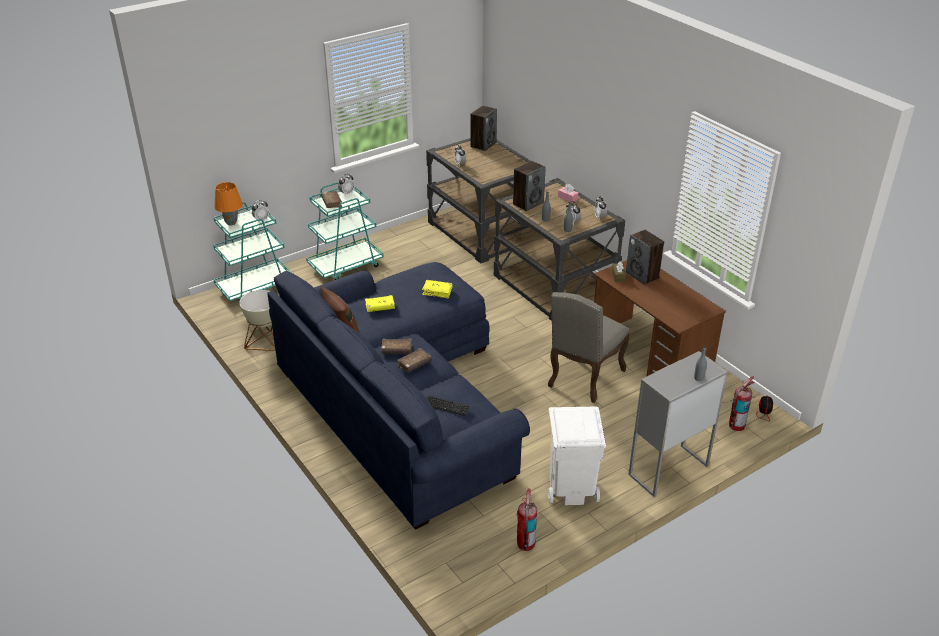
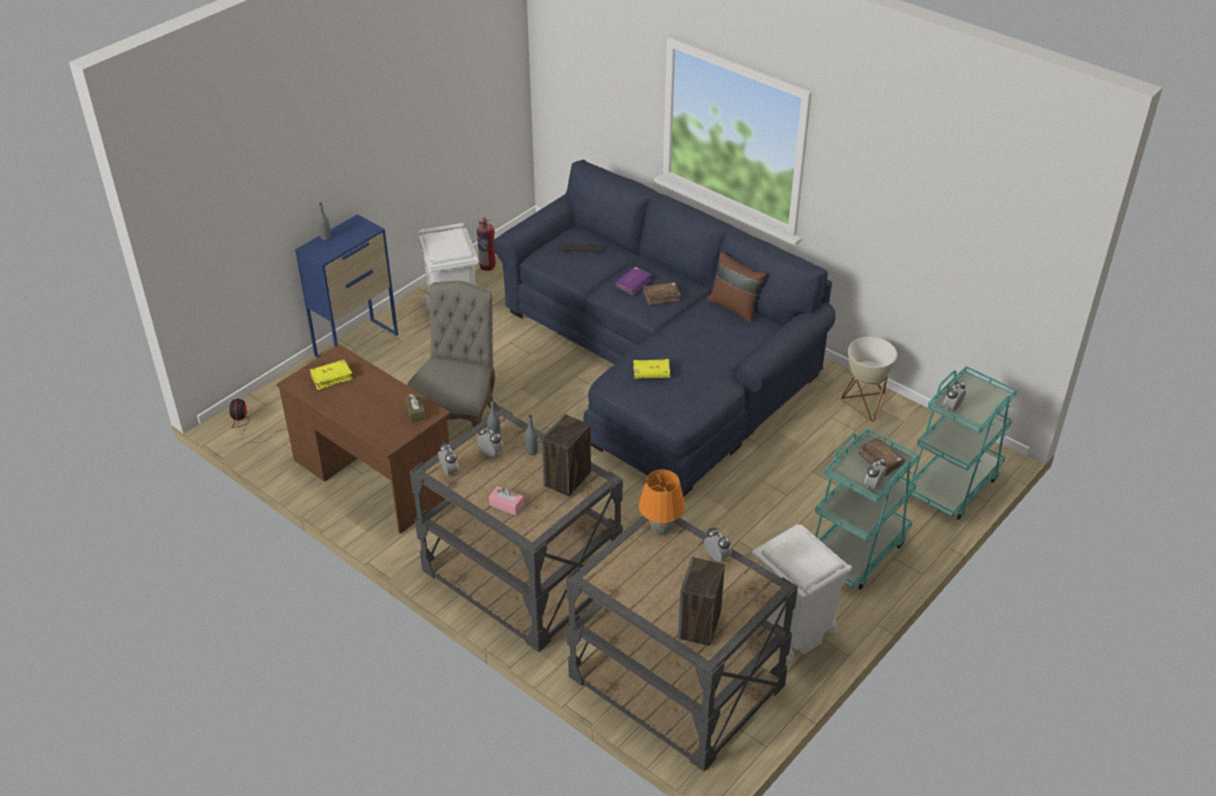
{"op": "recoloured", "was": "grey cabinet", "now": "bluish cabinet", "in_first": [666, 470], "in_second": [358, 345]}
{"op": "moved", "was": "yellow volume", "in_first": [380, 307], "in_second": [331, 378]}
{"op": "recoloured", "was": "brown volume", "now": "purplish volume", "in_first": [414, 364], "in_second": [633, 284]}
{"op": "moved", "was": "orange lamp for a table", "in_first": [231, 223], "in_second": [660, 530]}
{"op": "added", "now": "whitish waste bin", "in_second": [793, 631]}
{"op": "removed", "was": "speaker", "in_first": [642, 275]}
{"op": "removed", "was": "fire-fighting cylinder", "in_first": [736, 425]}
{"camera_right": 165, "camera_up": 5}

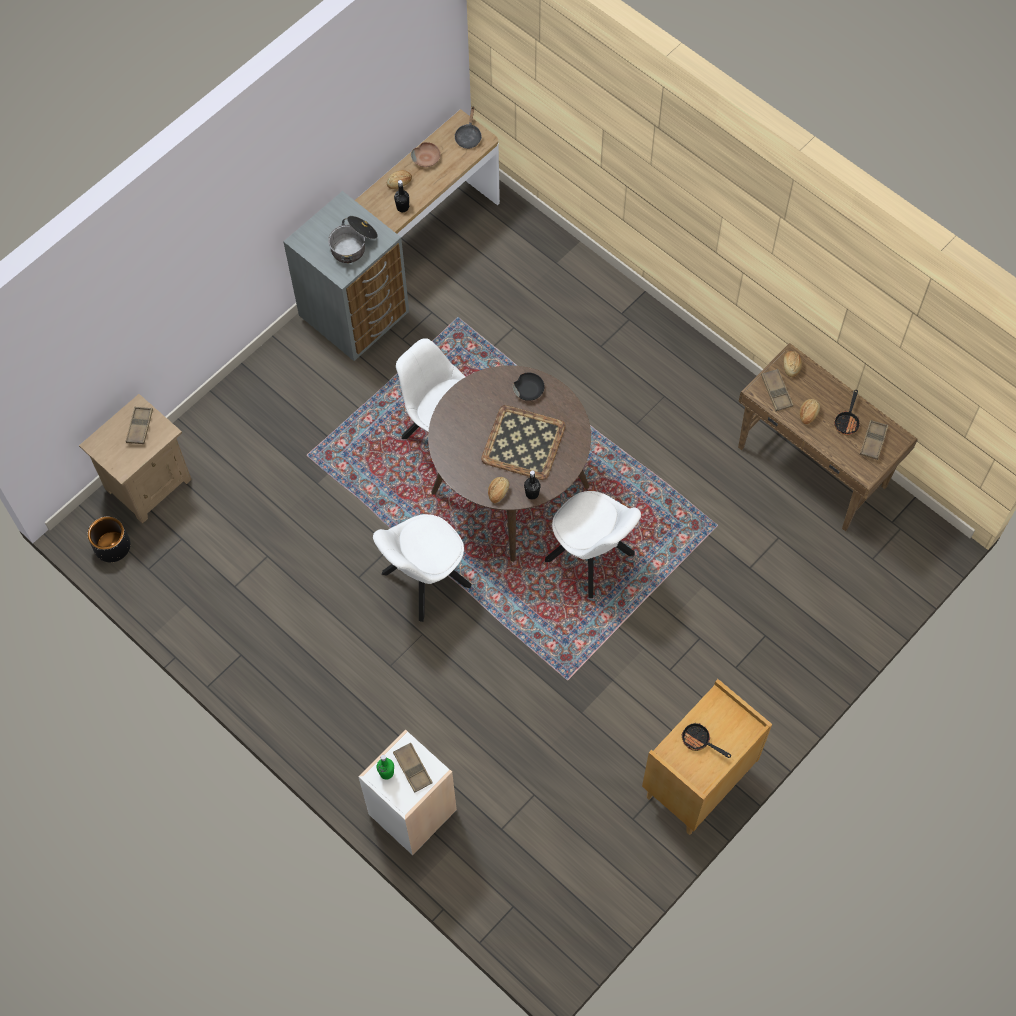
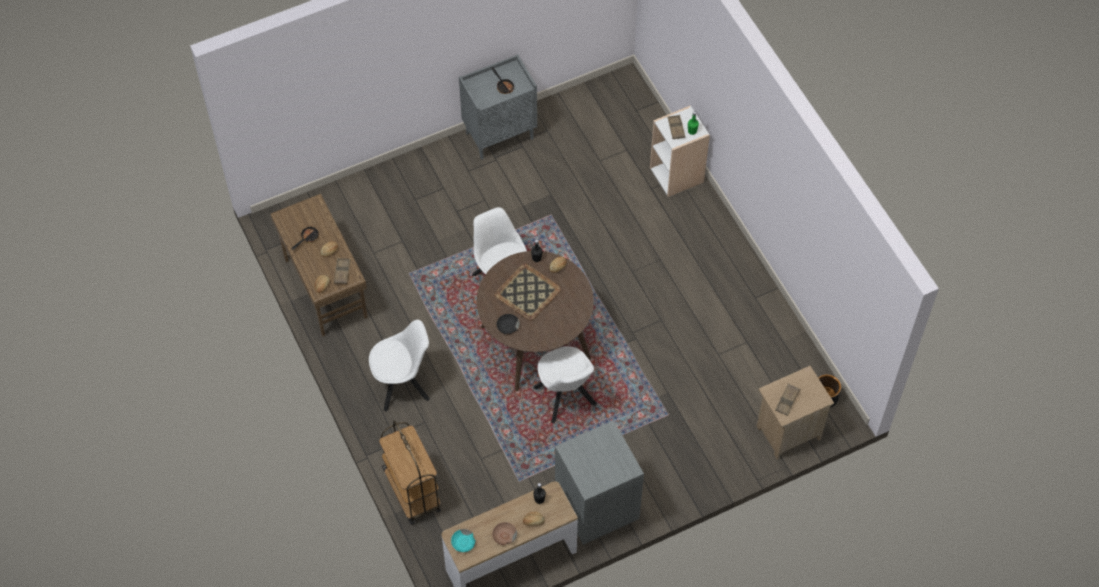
{"op": "moved", "was": "whitish plain chair", "in_first": [424, 581], "in_second": [403, 384]}
{"op": "added", "now": "brown cart", "in_second": [412, 492]}
{"op": "replaced", "was": "black skillet", "now": "turquoise-coloured serving bowl", "in_first": [468, 136], "in_second": [463, 543]}
{"op": "recoloured", "was": "brown cabinet", "now": "grey cabinet", "in_first": [697, 784], "in_second": [500, 135]}
{"op": "removed", "was": "saucepot", "in_first": [353, 245]}
{"op": "removed", "was": "brown serving tray", "in_first": [873, 441]}
{"camera_right": -160, "camera_up": -5}

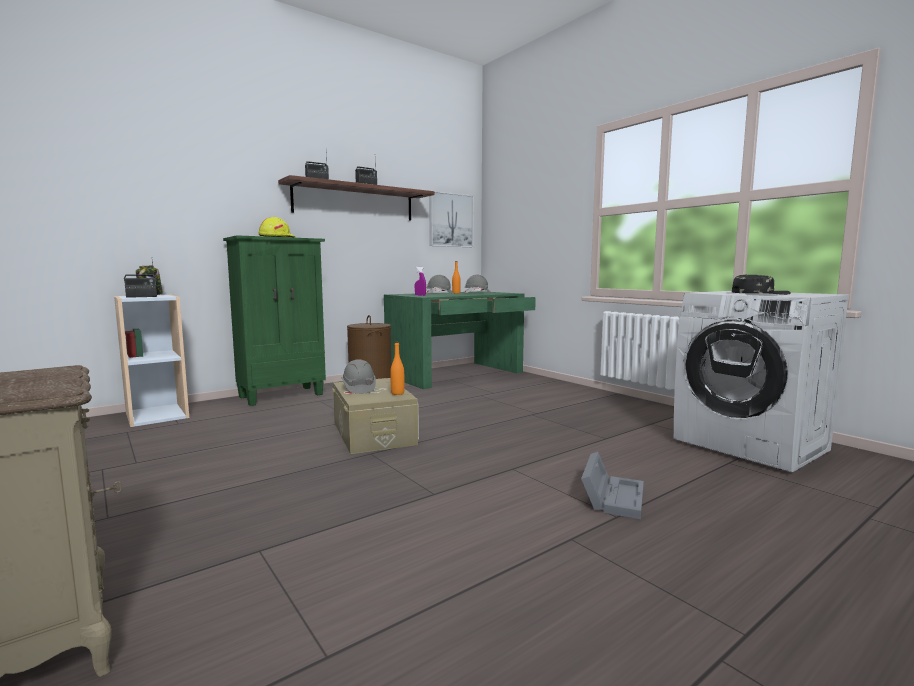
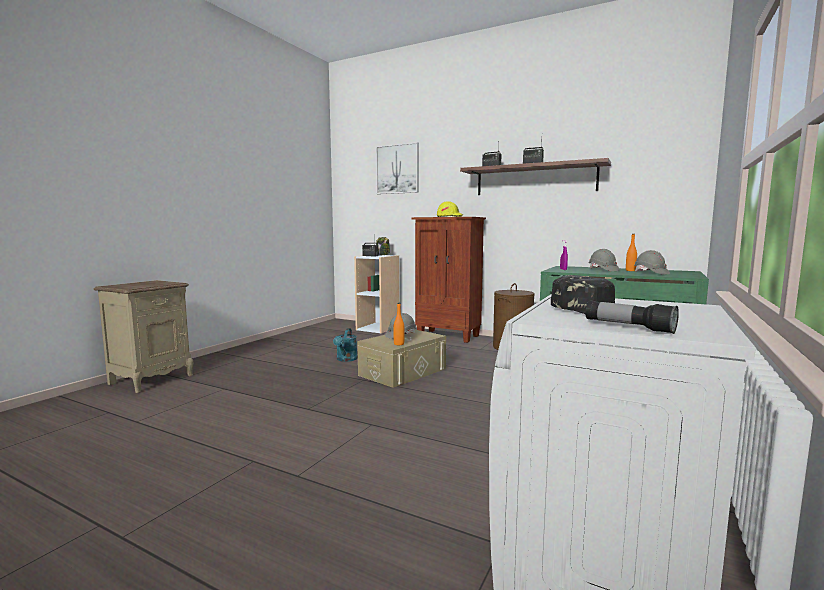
{"op": "added", "now": "turquoise-coloured watering can", "in_second": [346, 359]}
{"op": "moved", "was": "wall picture", "in_first": [450, 220], "in_second": [397, 169]}
{"op": "recoloured", "was": "green-coloured cabinet", "now": "brown cabinet", "in_first": [282, 396], "in_second": [448, 336]}
{"op": "added", "now": "torch", "in_second": [628, 327]}
{"op": "removed", "was": "grey storage box", "in_first": [612, 497]}
{"camera_right": 65, "camera_up": 0}

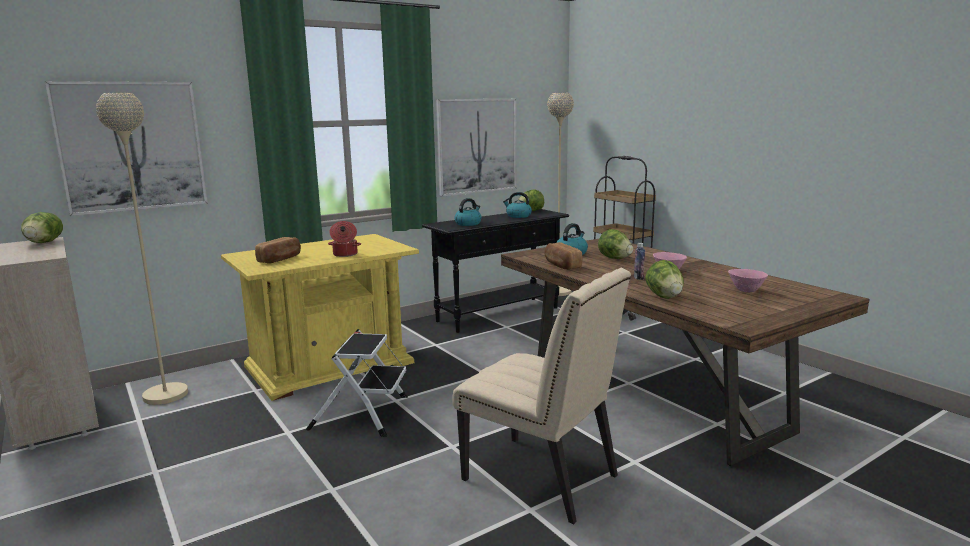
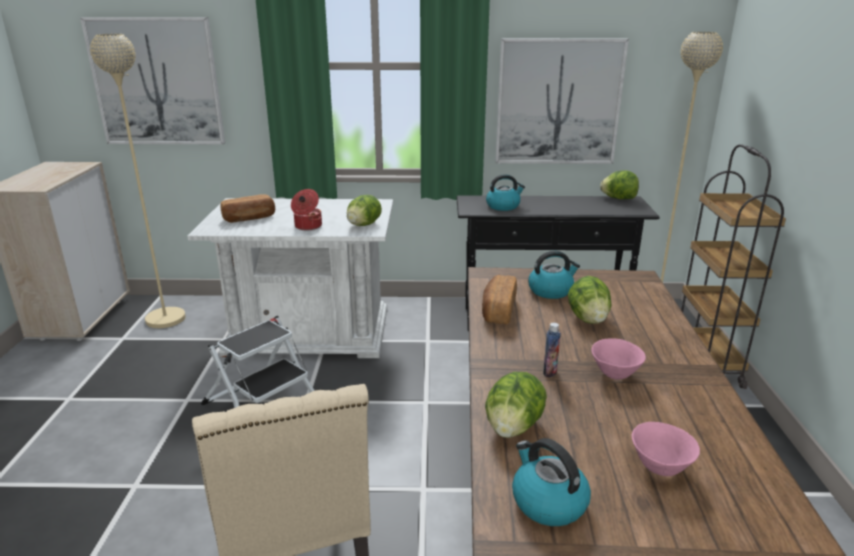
{"op": "recoloured", "was": "yellow cabinet", "now": "whitish cabinet", "in_first": [330, 365], "in_second": [309, 331]}
{"op": "moved", "was": "head of lettuce", "in_first": [44, 243], "in_second": [363, 225]}
{"op": "moved", "was": "water kettle", "in_first": [518, 216], "in_second": [547, 502]}
{"camera_right": 35, "camera_up": 10}

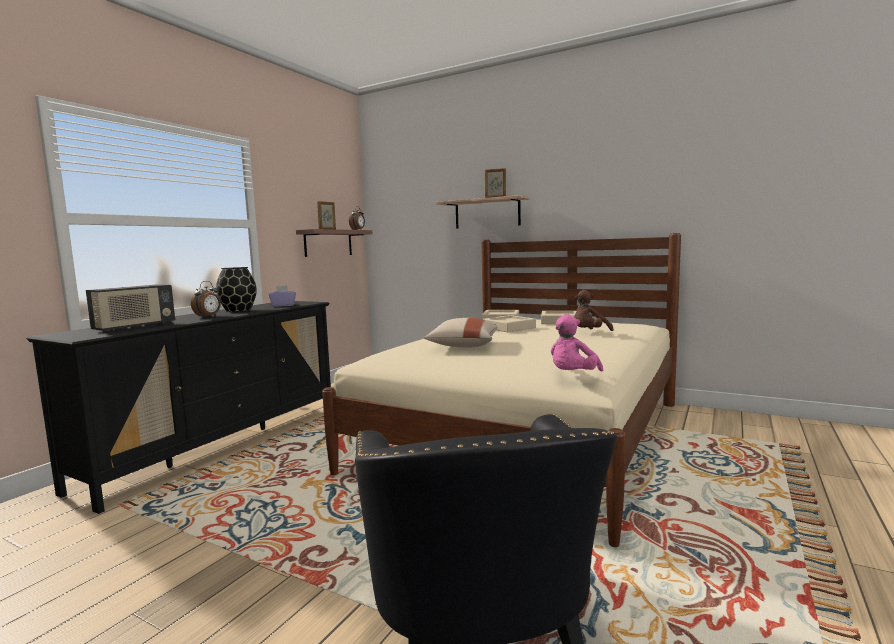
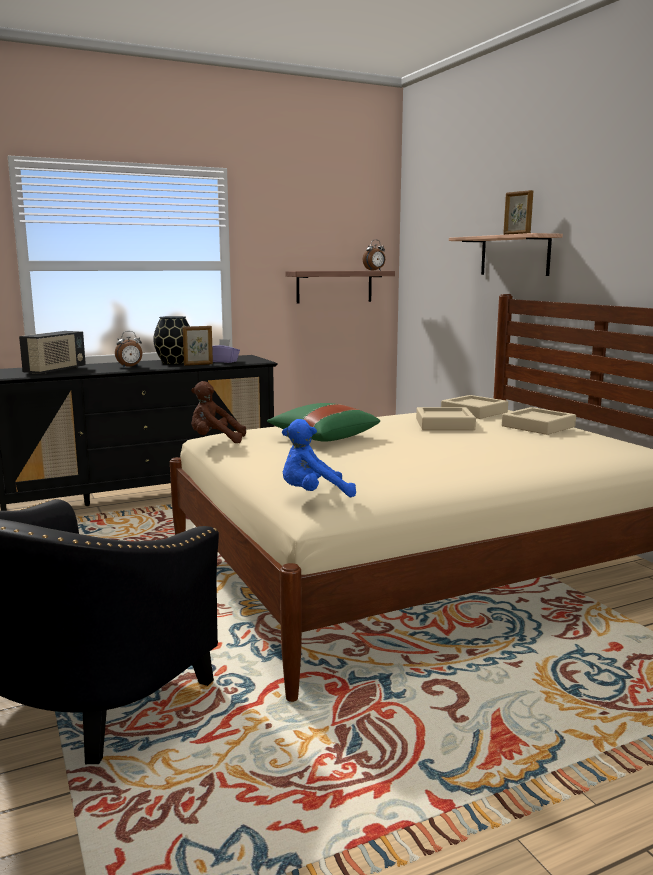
{"op": "turned", "was": "radio", "in_first": [135, 327], "in_second": [55, 370], "clockwise": -45}
{"op": "moved", "was": "photo frame", "in_first": [327, 229], "in_second": [198, 364]}
{"op": "moved", "was": "brown plush toy", "in_first": [589, 333], "in_second": [215, 440]}
{"op": "recoloured", "was": "beige throw pillow", "now": "green-coloured throw pillow", "in_first": [462, 346], "in_second": [323, 438]}
{"op": "recoloured", "was": "pinkish plush toy", "now": "bluish plush toy", "in_first": [572, 376], "in_second": [313, 495]}
{"camera_right": 35, "camera_up": 5}

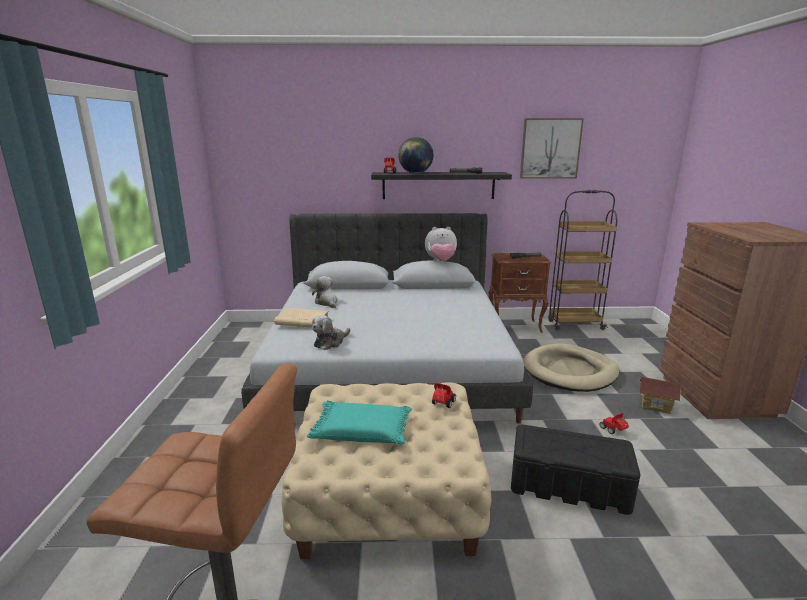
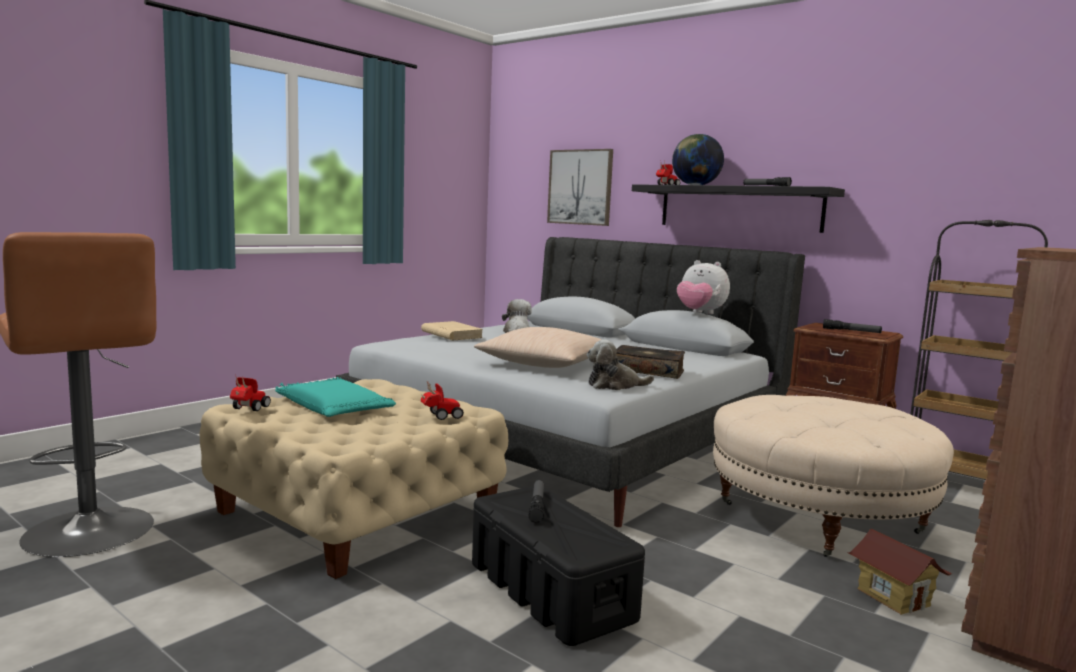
{"op": "moved", "was": "miniature car", "in_first": [614, 430], "in_second": [248, 409]}
{"op": "added", "now": "beige throw pillow", "in_second": [545, 364]}
{"op": "added", "now": "torch", "in_second": [537, 505]}
{"op": "moved", "was": "wall picture", "in_first": [550, 148], "in_second": [580, 187]}
{"op": "moved", "was": "plush toy", "in_first": [330, 342], "in_second": [614, 385]}
{"op": "added", "now": "volume", "in_second": [648, 371]}
{"op": "replaced", "was": "beige pet bed", "now": "beige ottoman", "in_first": [569, 371], "in_second": [817, 517]}
{"camera_right": 40, "camera_up": -10}

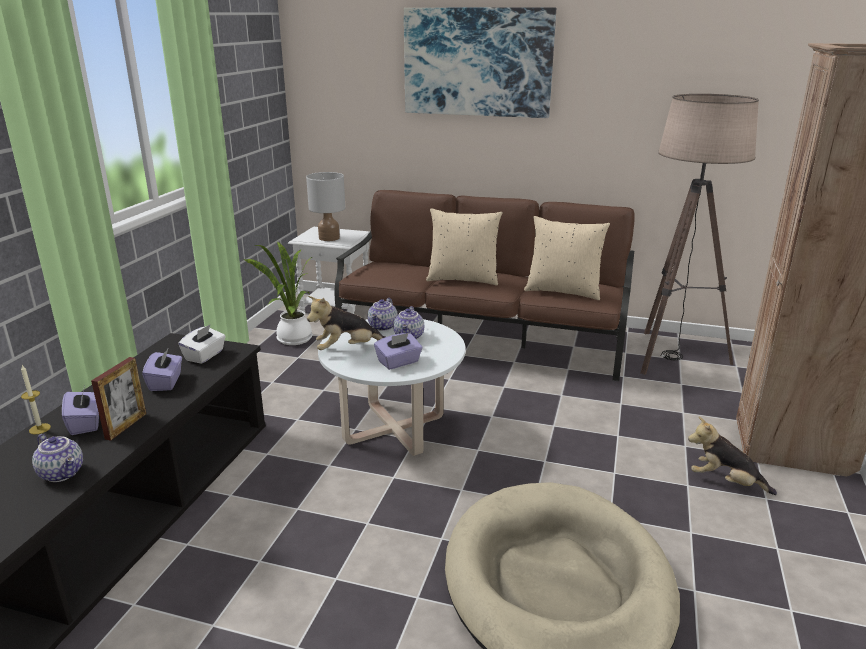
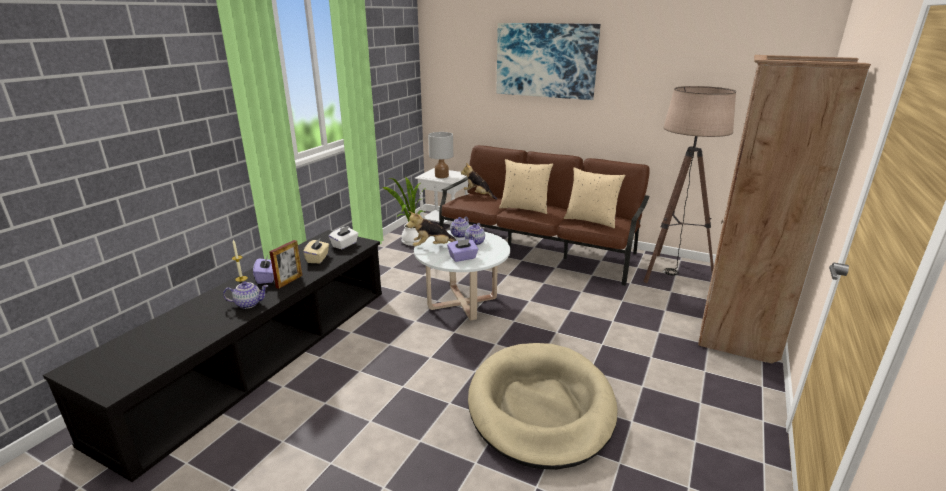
{"op": "turned", "was": "pot for tea", "in_first": [63, 473], "in_second": [249, 303], "clockwise": -60}
{"op": "recoloured", "was": "purplish tissue box", "now": "beige tissue box", "in_first": [166, 382], "in_second": [318, 258]}
{"op": "moved", "was": "plush toy", "in_first": [725, 482], "in_second": [478, 195]}
{"camera_right": 10, "camera_up": 0}

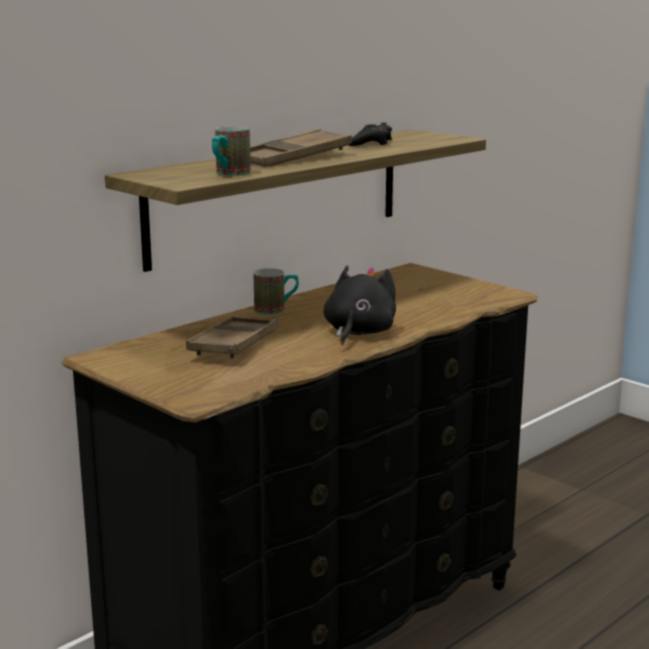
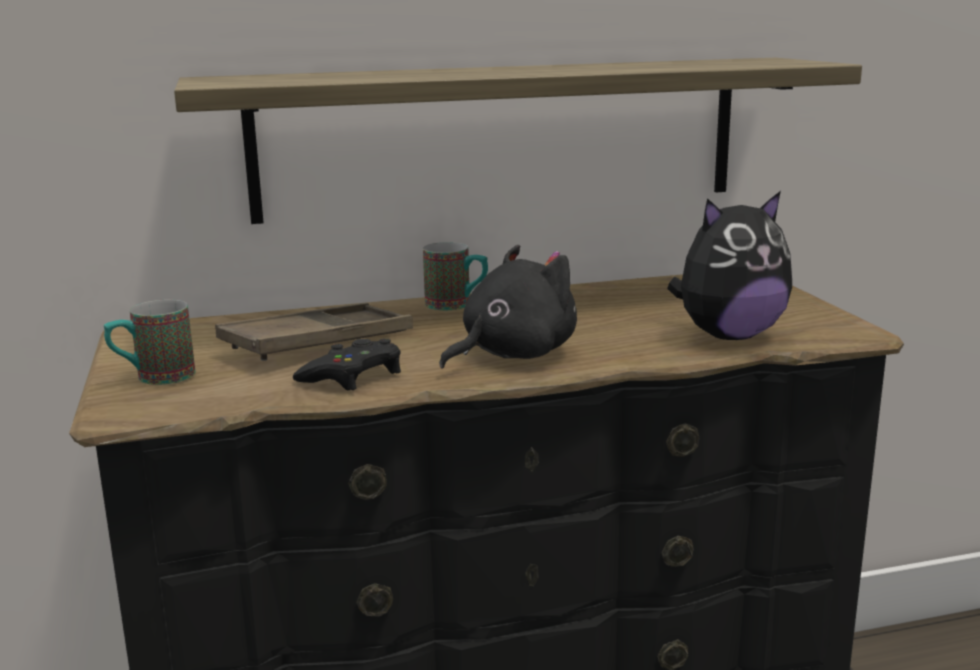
{"op": "moved", "was": "tea mug", "in_first": [229, 174], "in_second": [154, 378]}
{"op": "moved", "was": "black gamepad", "in_first": [370, 143], "in_second": [353, 376]}
{"op": "added", "now": "plush toy", "in_second": [728, 335]}
{"op": "removed", "was": "brown serving tray", "in_first": [293, 158]}
{"camera_right": 30, "camera_up": 0}

